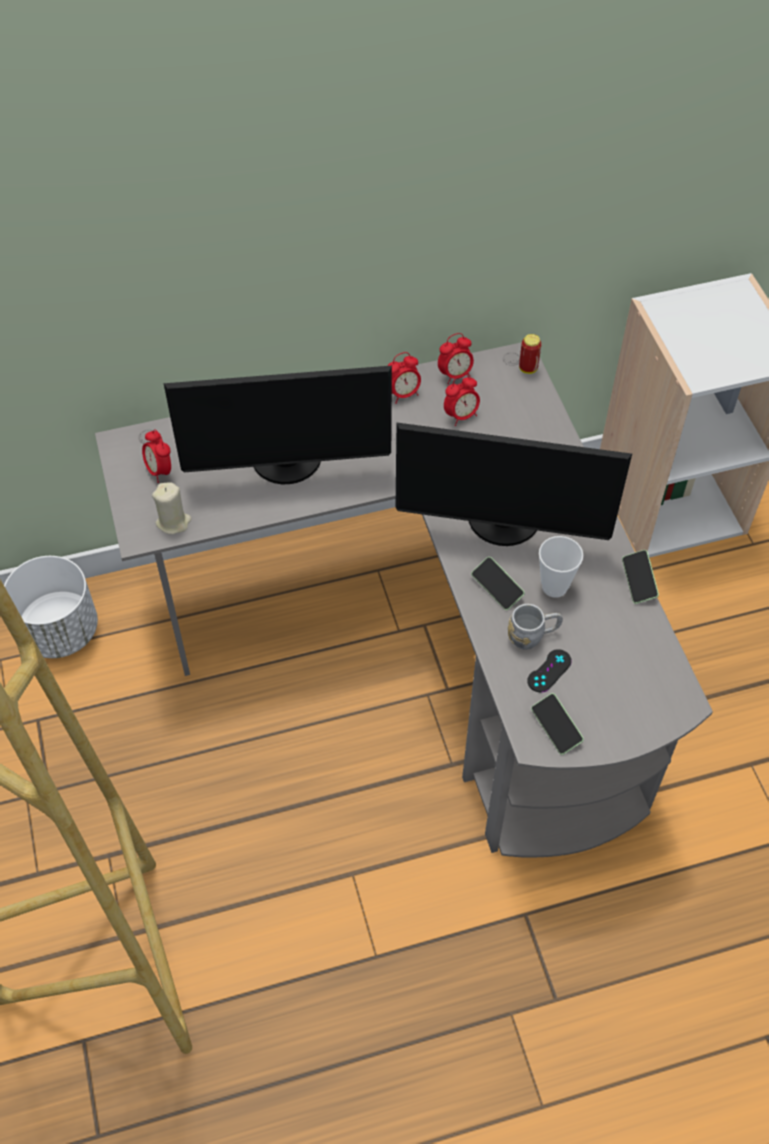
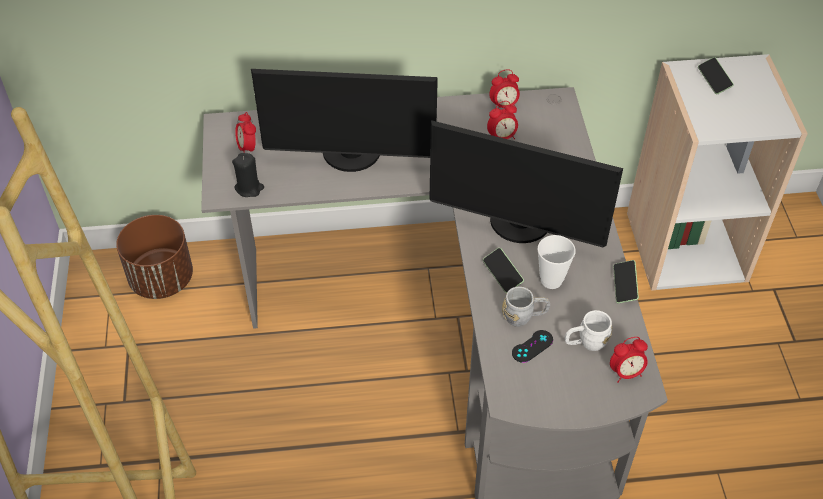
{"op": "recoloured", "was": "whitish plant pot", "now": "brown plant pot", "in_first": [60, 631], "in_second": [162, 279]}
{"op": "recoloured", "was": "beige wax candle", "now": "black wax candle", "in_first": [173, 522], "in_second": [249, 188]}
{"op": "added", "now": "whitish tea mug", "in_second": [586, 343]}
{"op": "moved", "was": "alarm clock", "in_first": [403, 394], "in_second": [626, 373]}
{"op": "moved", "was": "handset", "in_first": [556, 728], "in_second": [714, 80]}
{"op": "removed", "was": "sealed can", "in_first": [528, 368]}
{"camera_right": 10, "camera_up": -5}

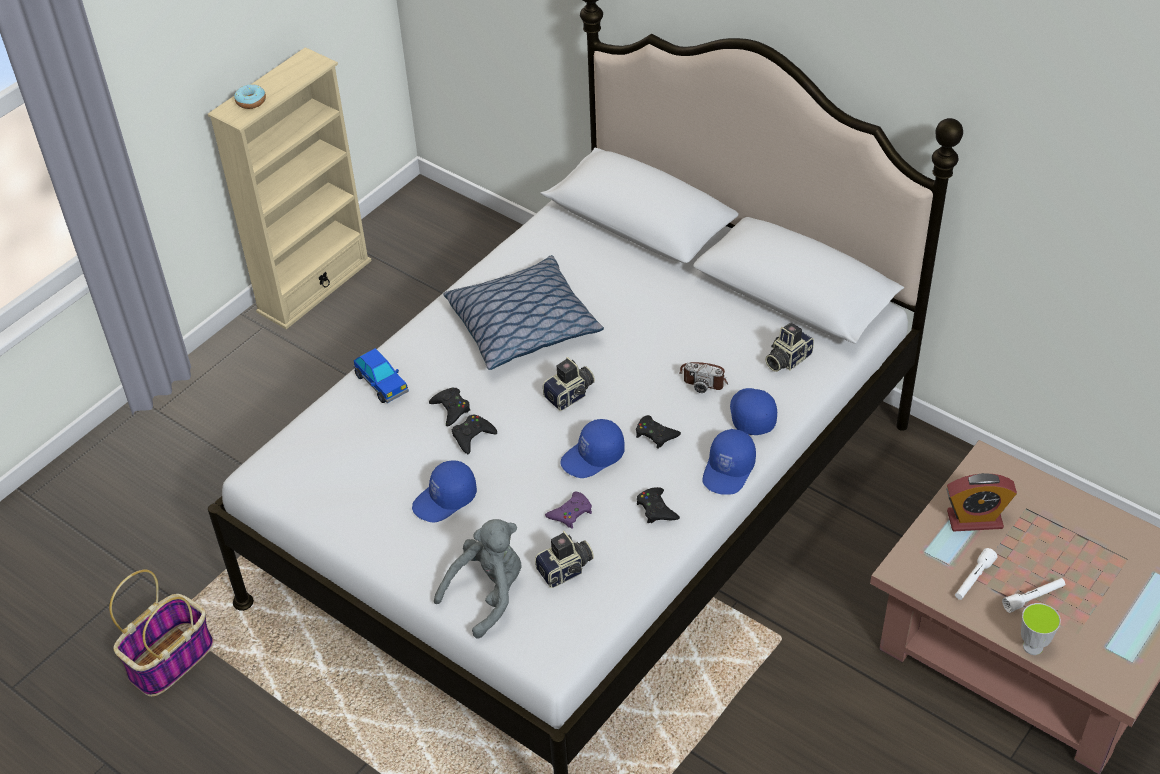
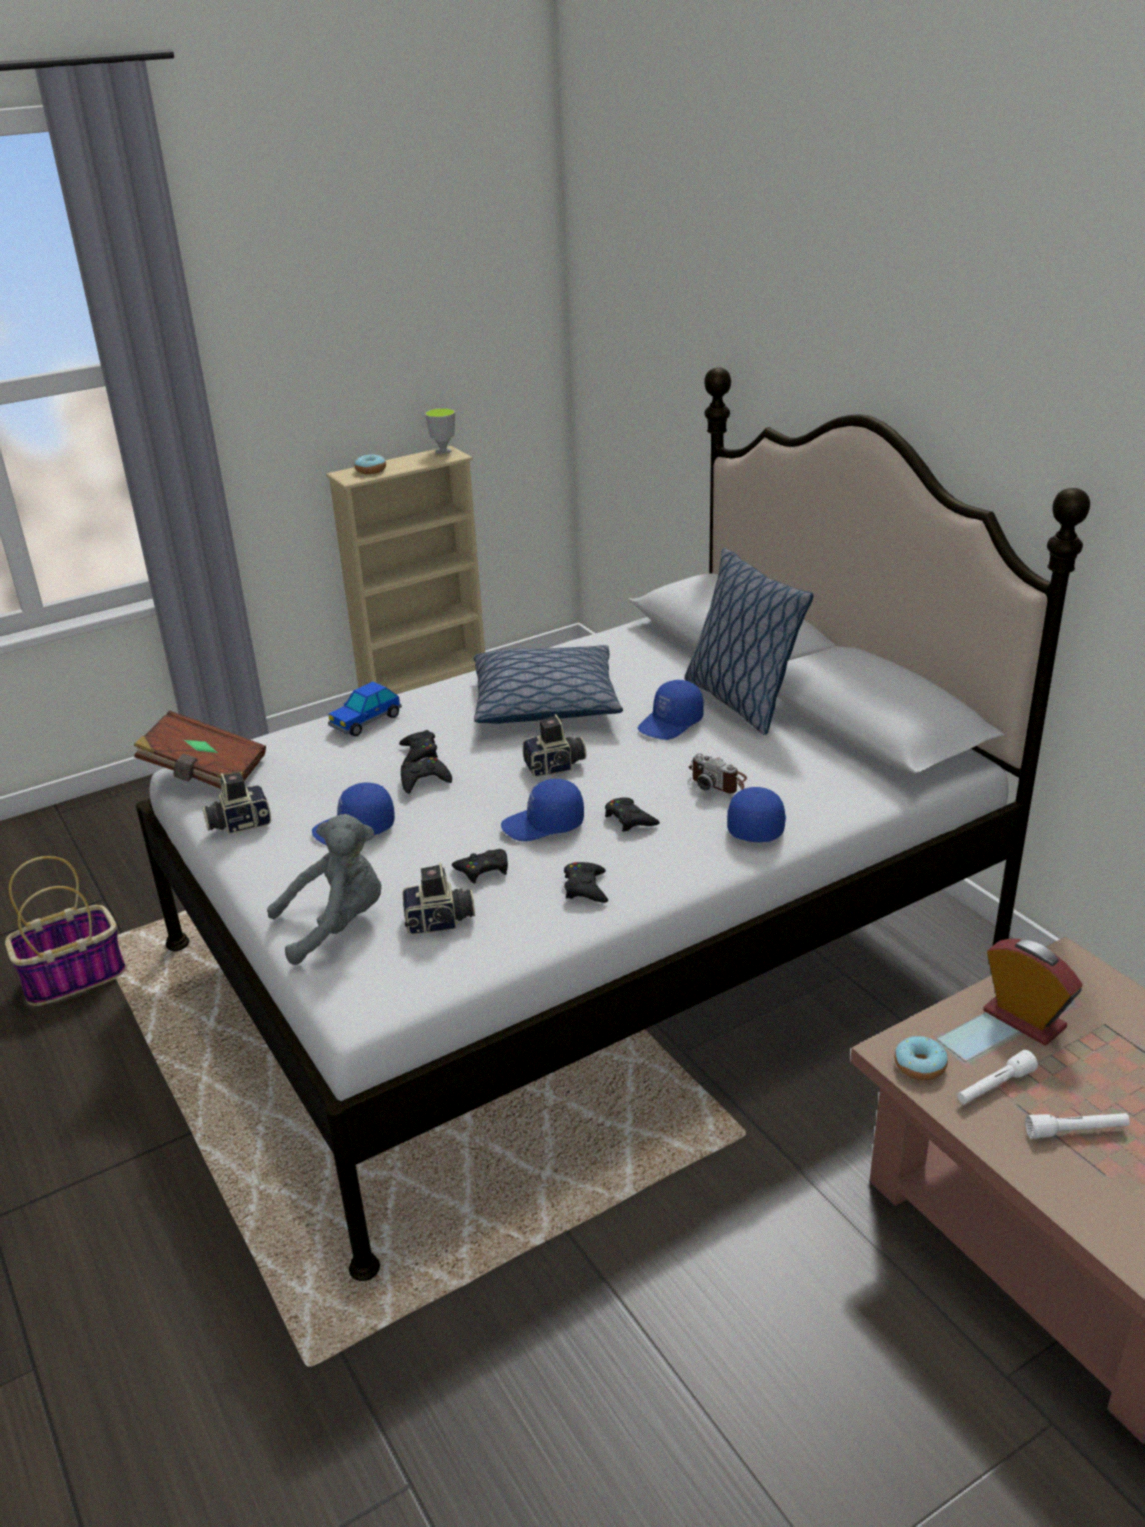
{"op": "added", "now": "brown volume", "in_second": [204, 772]}
{"op": "moved", "was": "still camera", "in_first": [786, 359], "in_second": [239, 823]}
{"op": "turned", "was": "miniature car", "in_first": [381, 383], "in_second": [366, 721], "clockwise": 60}
{"op": "moved", "was": "small cup", "in_first": [1033, 646], "in_second": [443, 451]}
{"op": "recoloured", "was": "purplish gamepad", "now": "black gamepad", "in_first": [570, 513], "in_second": [483, 869]}
{"op": "moved", "was": "bluish cap", "in_first": [729, 470], "in_second": [671, 723]}
{"op": "added", "now": "throw pillow", "in_second": [740, 701]}
{"op": "added", "now": "donut", "in_second": [919, 1066]}
{"op": "turned", "was": "alarm clock", "in_first": [974, 520], "in_second": [1024, 1019], "clockwise": -150}
{"camera_right": 20, "camera_up": -15}

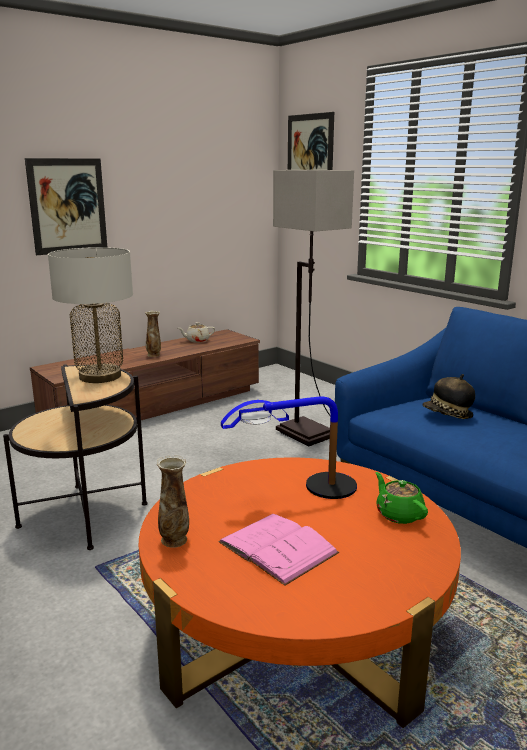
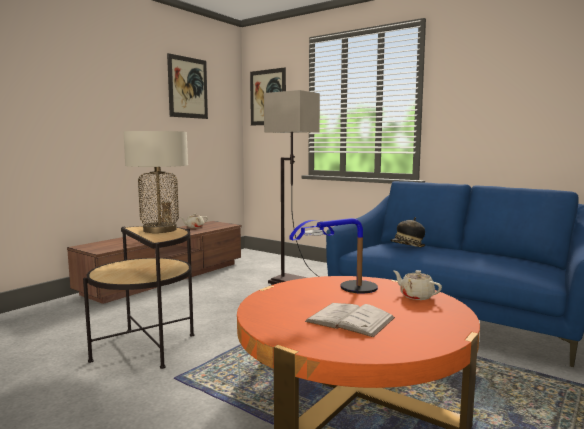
{"op": "moved", "was": "wall picture", "in_first": [68, 206], "in_second": [188, 87]}
{"op": "recoloured", "was": "pinkish volume", "now": "whitish volume", "in_first": [277, 547], "in_second": [350, 319]}
{"op": "recoloured", "was": "green-coloured pot for tea", "now": "beige pot for tea", "in_first": [399, 514], "in_second": [416, 296]}
{"op": "removed", "was": "decorative vase", "in_first": [174, 540]}
{"camera_right": -15, "camera_up": -10}

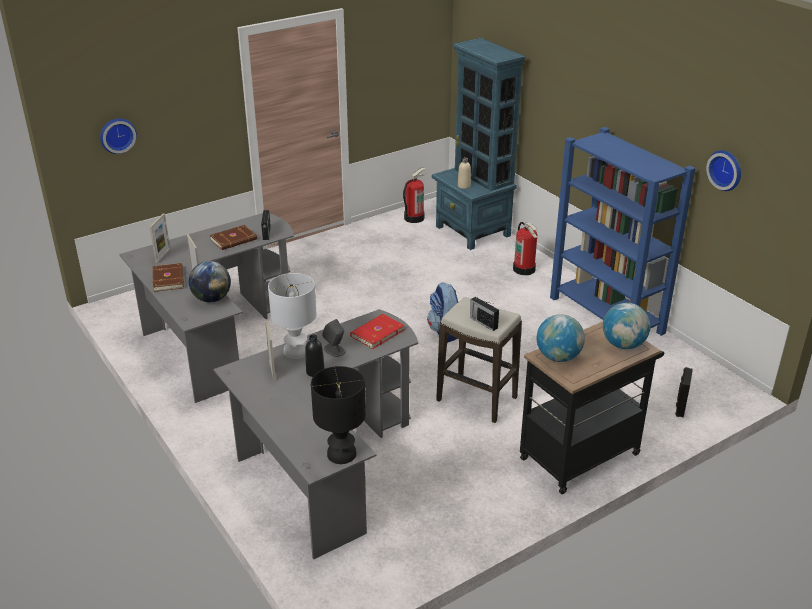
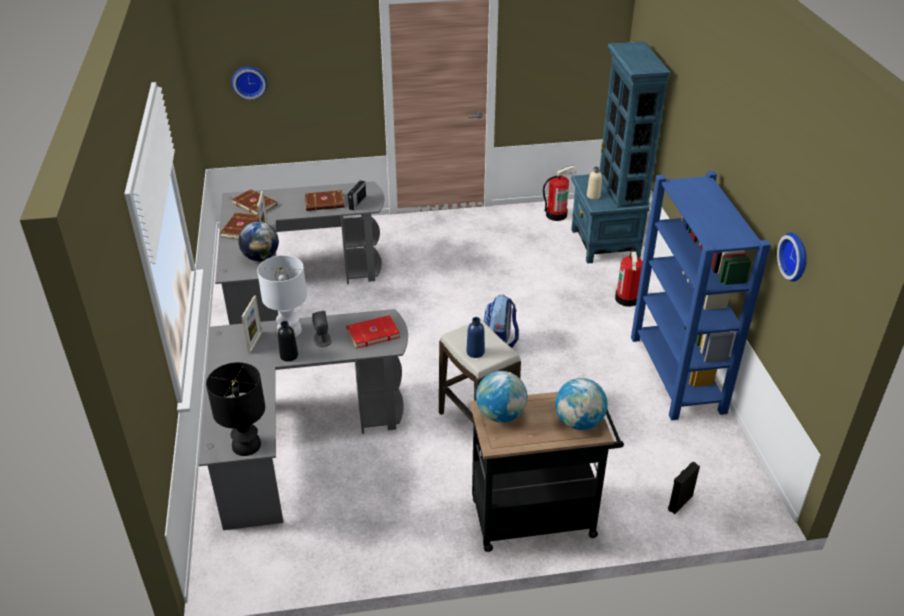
{"op": "replaced", "was": "photo frame", "now": "brown volume", "in_first": [163, 255], "in_second": [254, 204]}
{"op": "replaced", "was": "radio", "now": "bluish beverage bottle", "in_first": [483, 322], "in_second": [475, 352]}
{"camera_right": 25, "camera_up": 5}

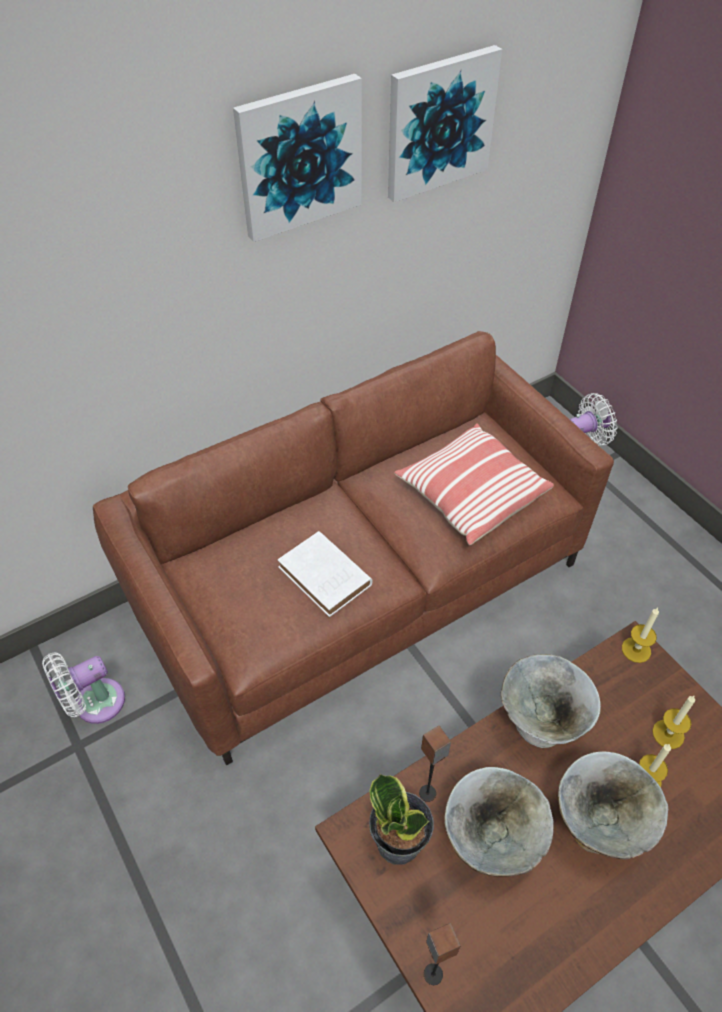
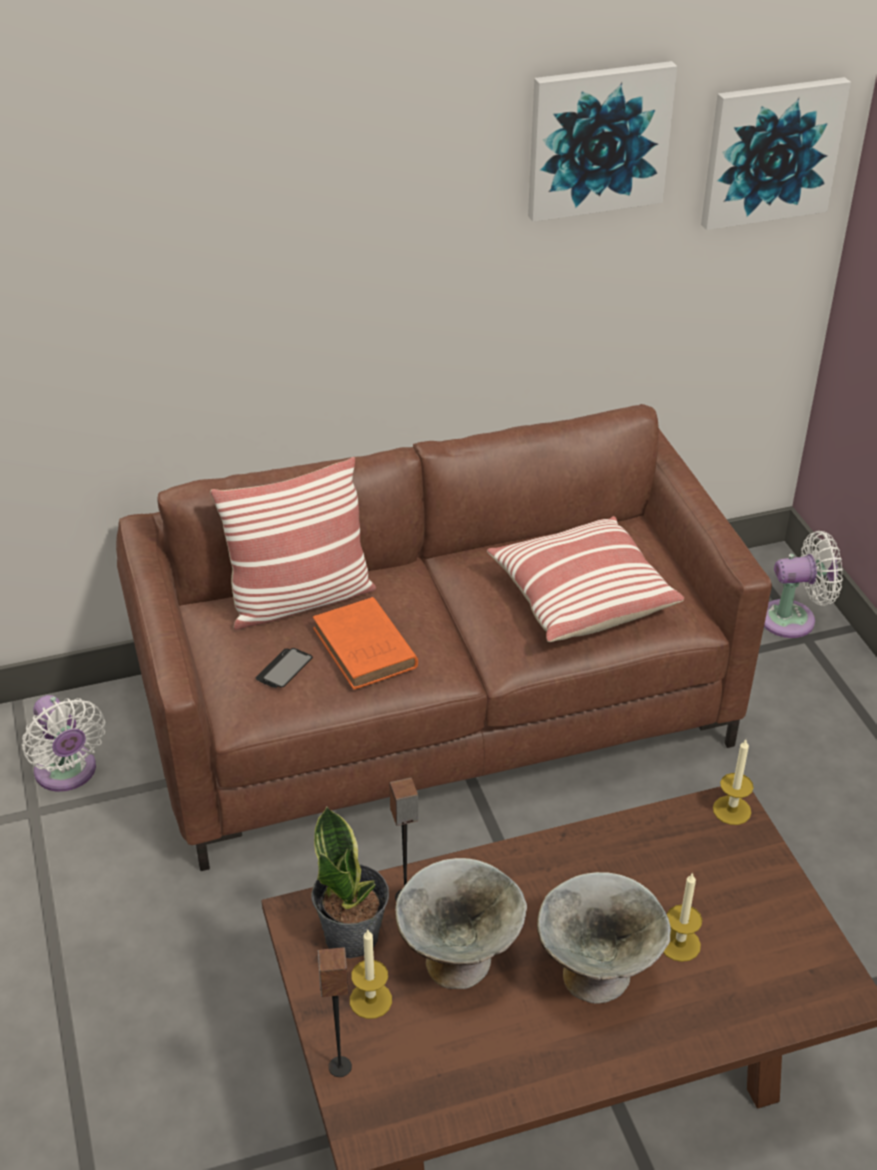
{"op": "turned", "was": "whitish fan", "in_first": [94, 704], "in_second": [68, 773], "clockwise": -105}
{"op": "added", "now": "throw pillow", "in_second": [300, 600]}
{"op": "added", "now": "handset", "in_second": [284, 669]}
{"op": "recoloured", "was": "whitish volume", "now": "orange volume", "in_first": [326, 578], "in_second": [366, 650]}
{"op": "moved", "was": "wax candle", "in_first": [668, 734], "in_second": [370, 1000]}
{"op": "moved", "was": "wall picture", "in_first": [299, 157], "in_second": [771, 152]}
{"op": "removed", "was": "grey serving bowl", "in_first": [539, 725]}
{"camera_right": 15, "camera_up": -10}

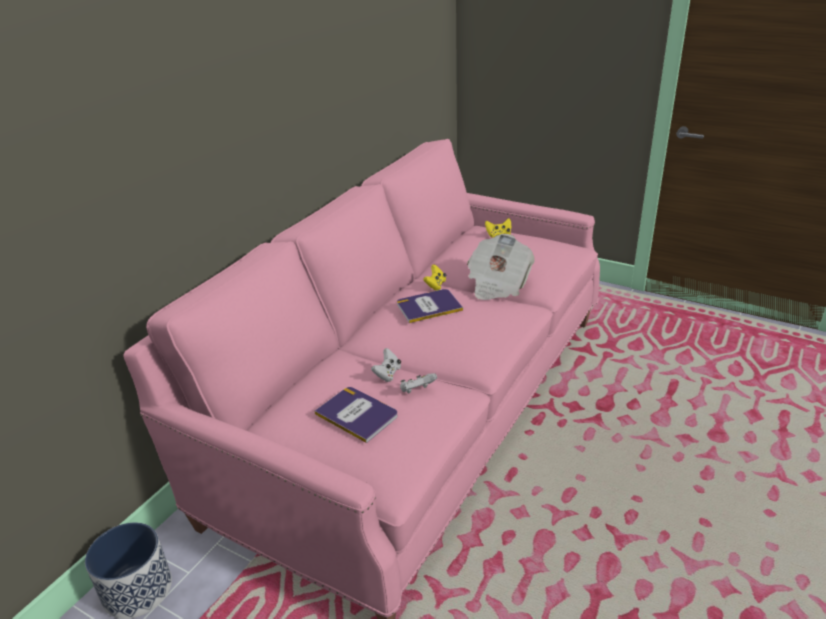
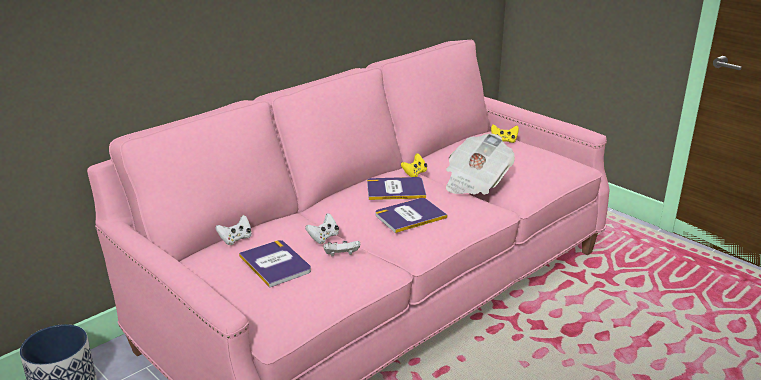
{"op": "added", "now": "whitish gamepad", "in_second": [236, 239]}
{"op": "added", "now": "volume", "in_second": [410, 216]}
{"camera_right": 15, "camera_up": -5}

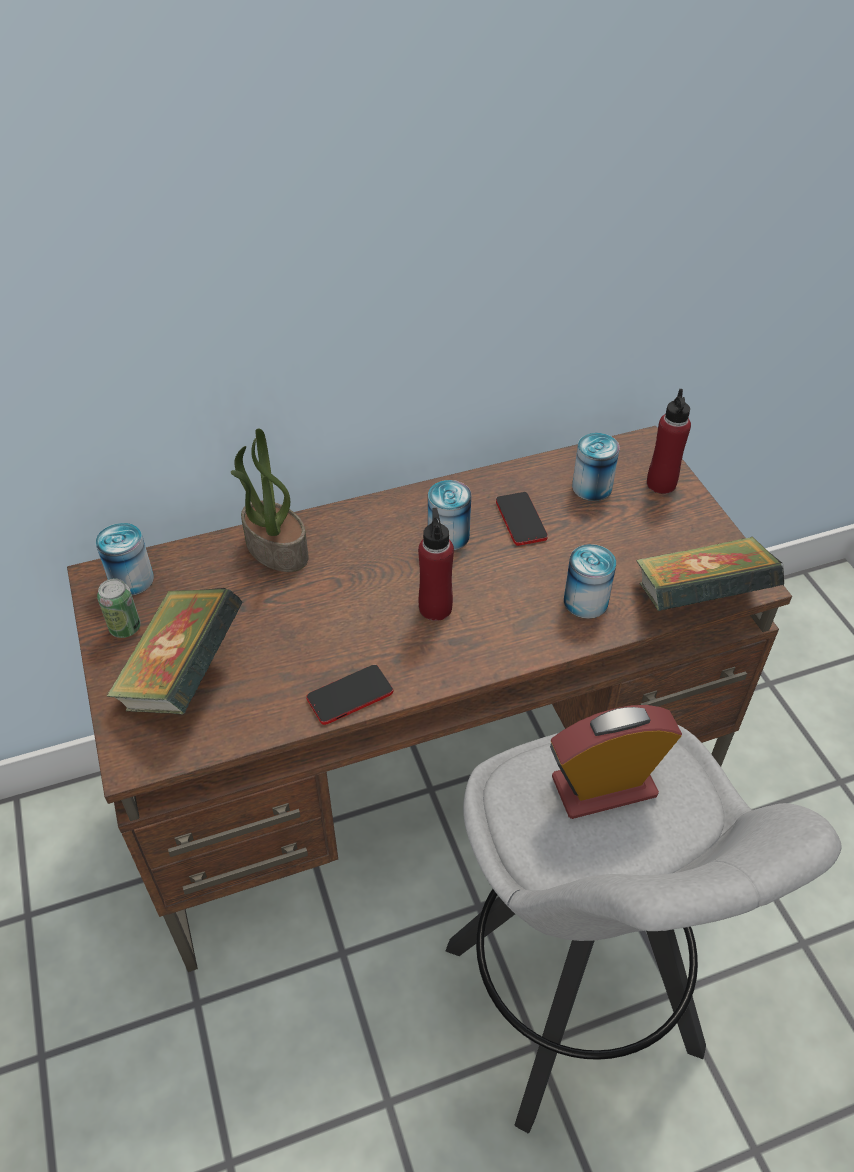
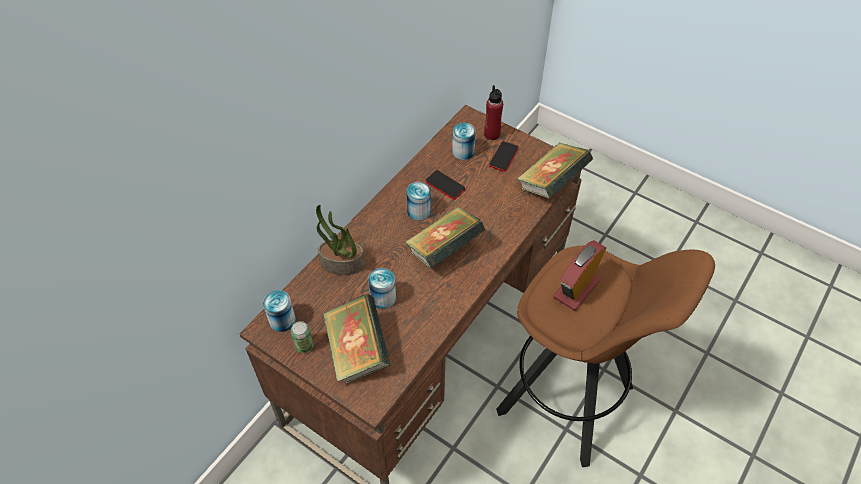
{"op": "moved", "was": "sealed can", "in_first": [585, 601], "in_second": [383, 298]}
{"op": "replaced", "was": "reddish beverage bottle", "now": "volume", "in_first": [435, 608], "in_second": [444, 250]}
{"op": "moved", "was": "handset", "in_first": [350, 695], "in_second": [503, 157]}
{"op": "recoloured", "was": "grey stool", "now": "brown stool", "in_first": [574, 1006], "in_second": [569, 402]}
{"camera_right": -35, "camera_up": 5}

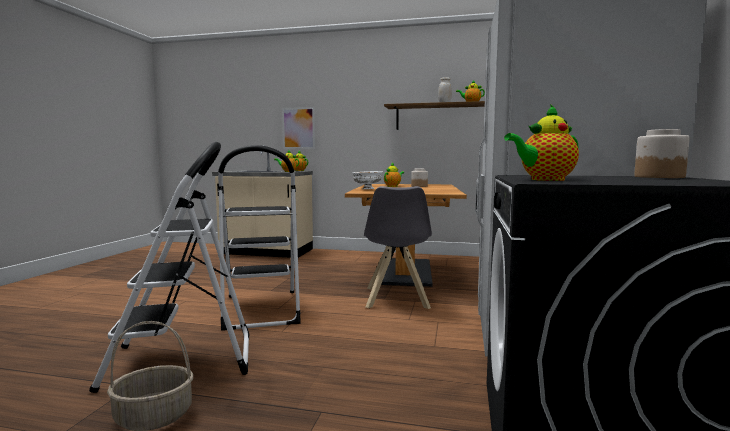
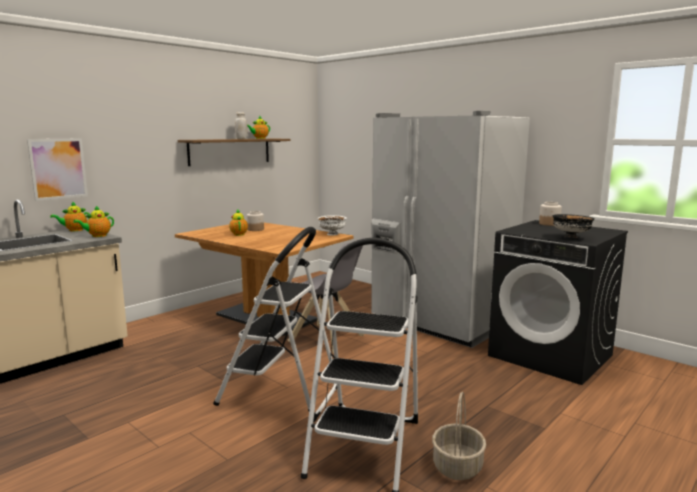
{"op": "moved", "was": "whitish serving bowl", "in_first": [367, 189], "in_second": [332, 234]}
{"op": "replaced", "was": "pot for tea", "now": "black serving bowl", "in_first": [544, 180], "in_second": [570, 238]}
{"camera_right": -60, "camera_up": 5}

